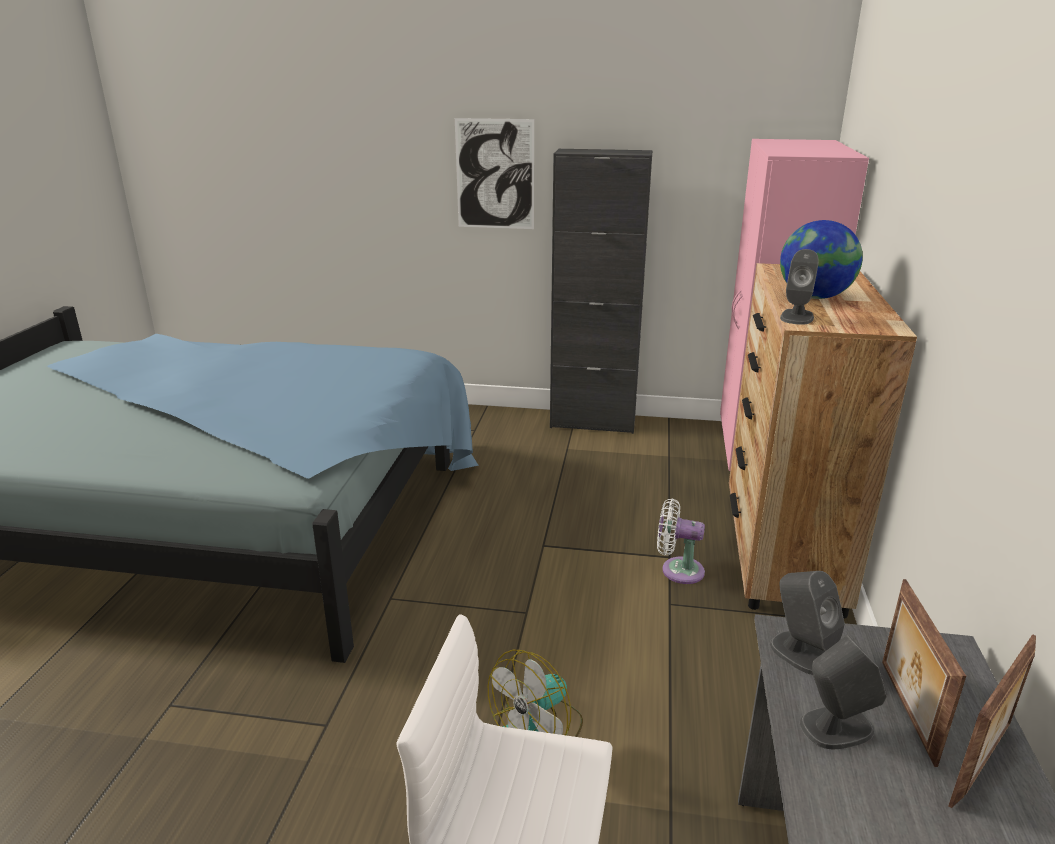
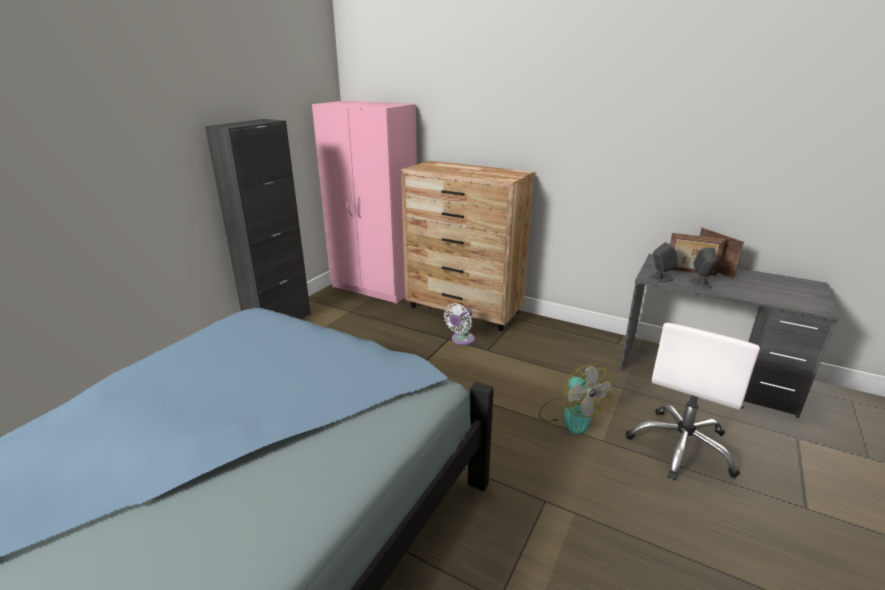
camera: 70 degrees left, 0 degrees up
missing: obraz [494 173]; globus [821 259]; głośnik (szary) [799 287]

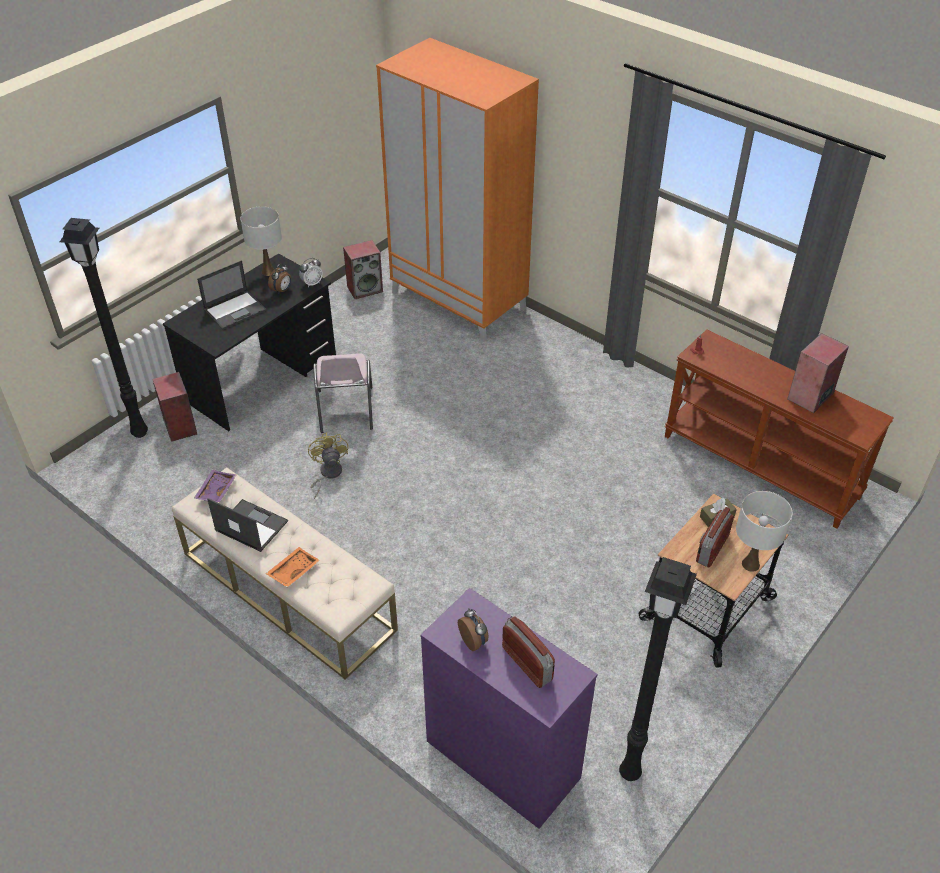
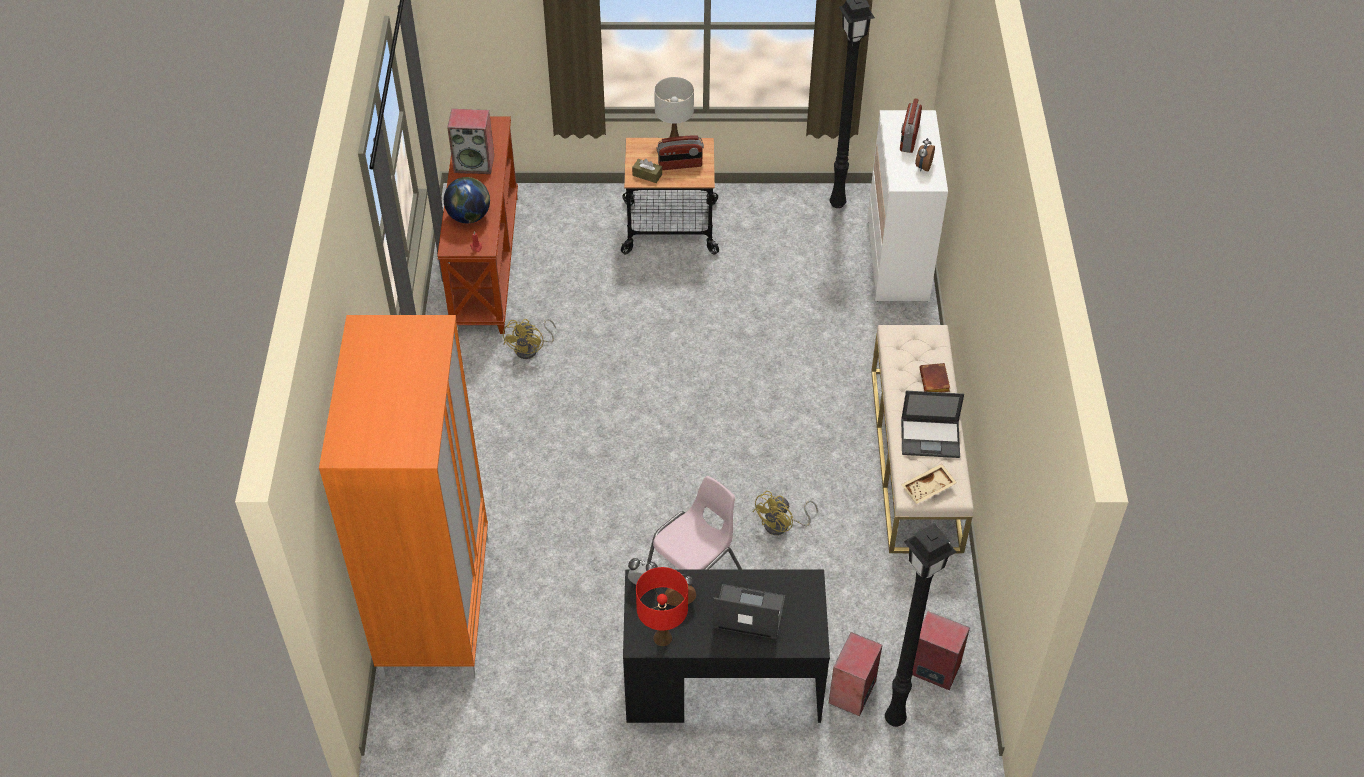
camera: 130 degrees left, 5 degrees up
appeared: globus [467 200]; wentylator (żółty) [529 339]
relocated: głośnik [363 269] to [941 650]
exchanged: taca (pomarańczowy) [293 567] to książka (brązowy) [934 377]
colour: lampa stołowa (biały) [261 241] to lampa stołowa (czerwony) [662 606]; taca (fioletowy) [215 486] to taca (beżowy) [929 484]; komoda (fioletowy) [509 708] to komoda (biały) [907 205]
spun: laptop [247 525] = [932 424] 75 degrees counterclockwise

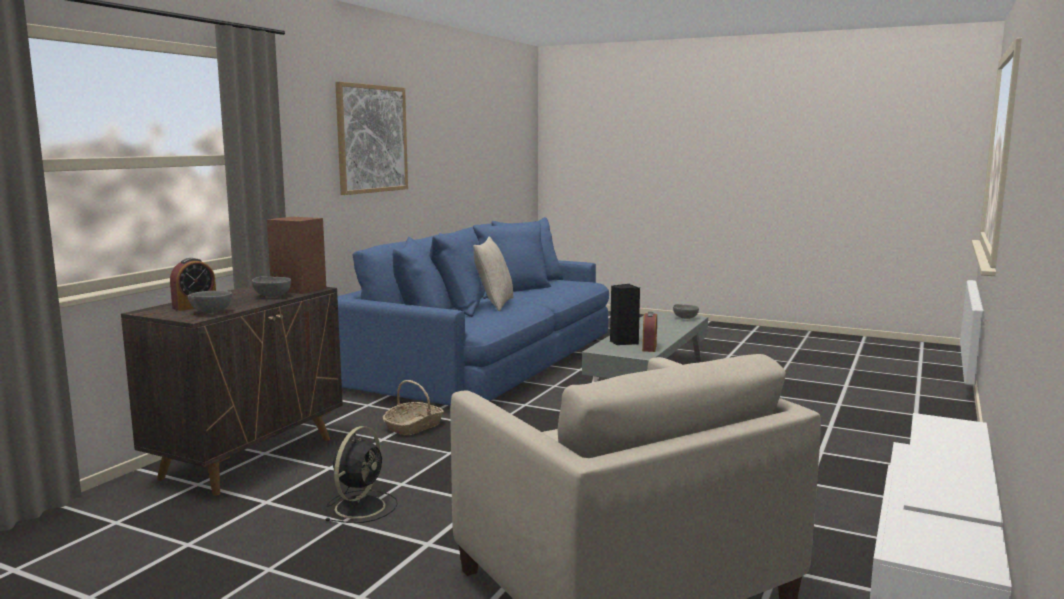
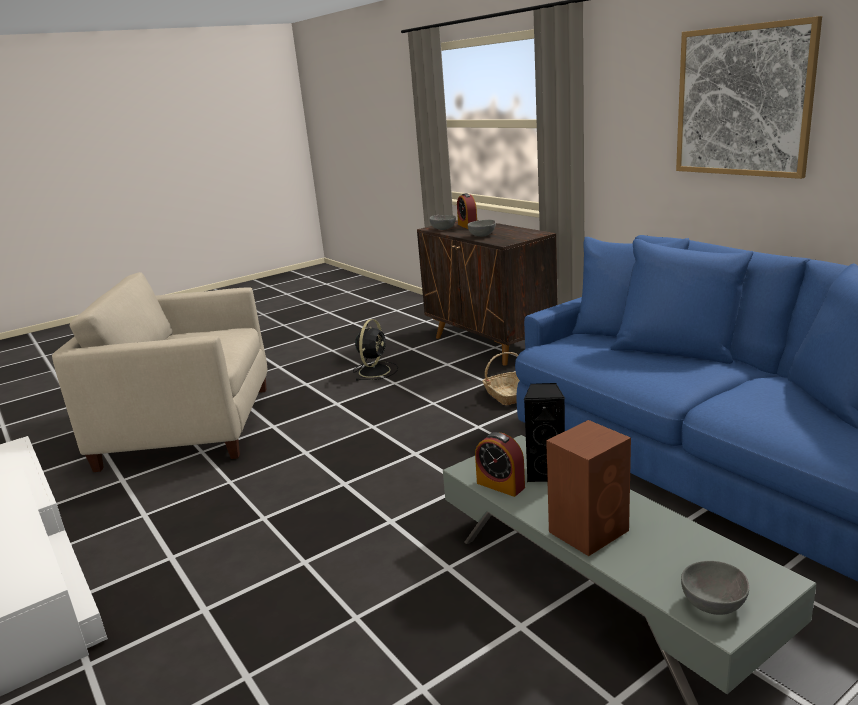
camera: 120 degrees right, 10 degrees up
missing: poduszka (beżowy) [493 273]
relocated: głośnik (brązowy) [296 255] to [588 488]
spun: wentylator (czarny) [361 474] = [375 349] 120 degrees counterclockwise

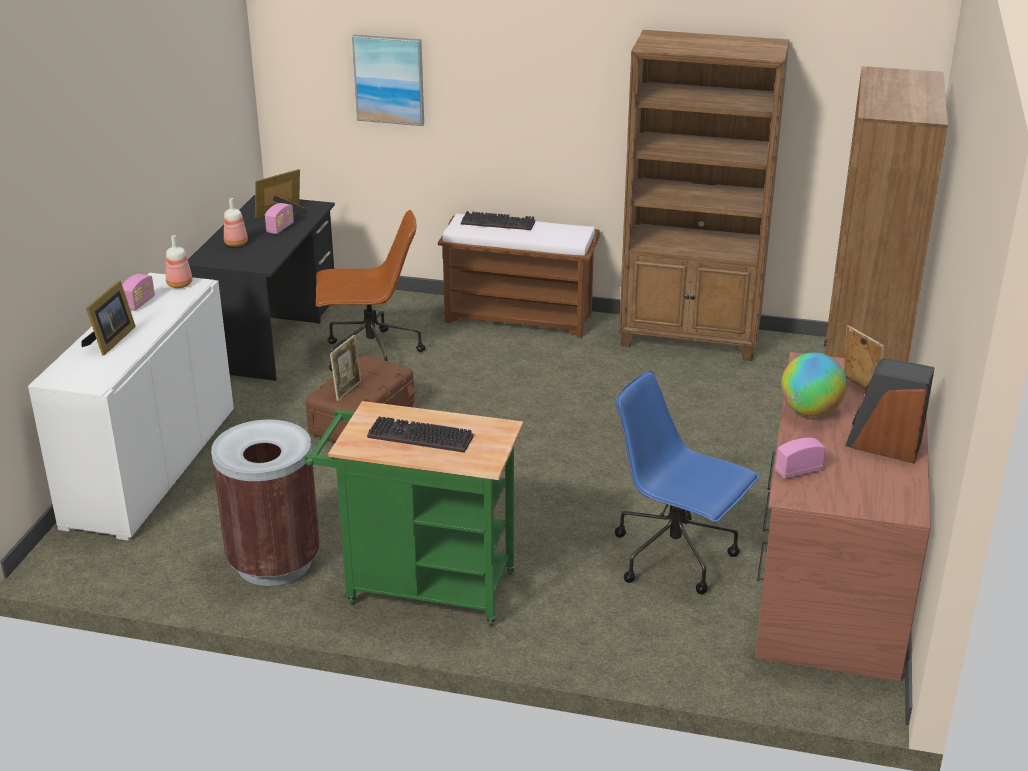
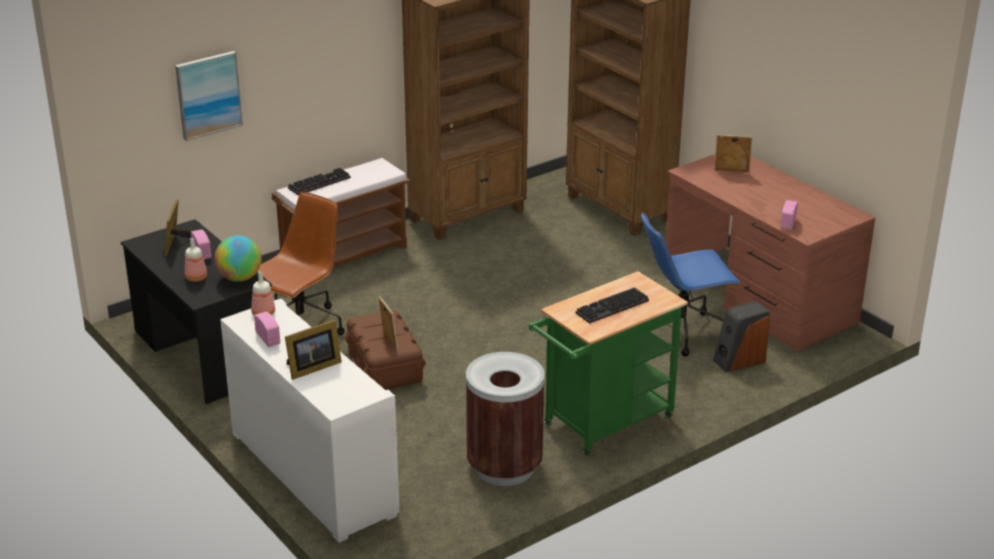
camera: 50 degrees left, 0 degrees up
relocated: globus [814 385] to [238 258]; głośnik [890 410] to [741 336]
spun: ramka na zdjęcie [109 318] = [313 350] 90 degrees clockwise

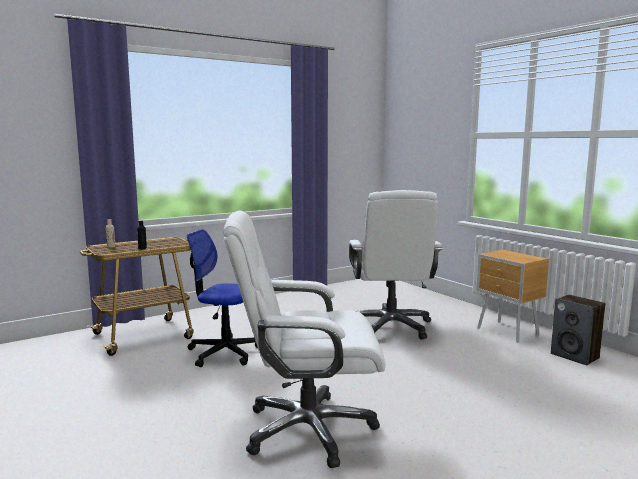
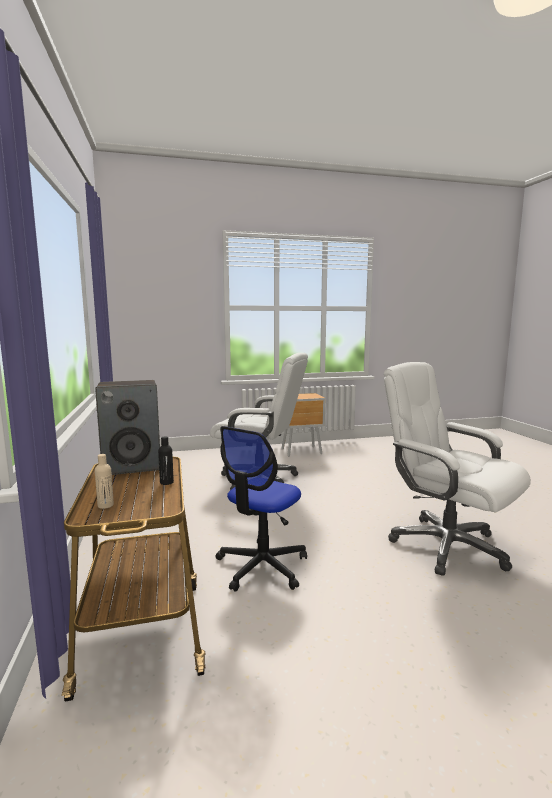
camera: 70 degrees left, 0 degrees up
relocated: głośnik [578 330] to [127 427]
spun: krzesło biurowe (biały) [304 339] = [457 469] 120 degrees clockwise

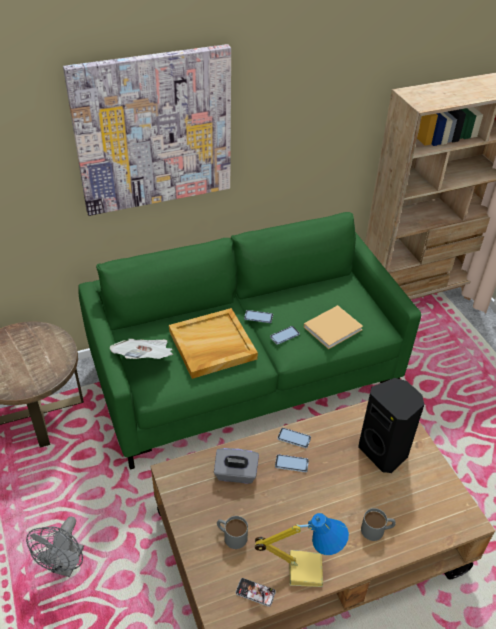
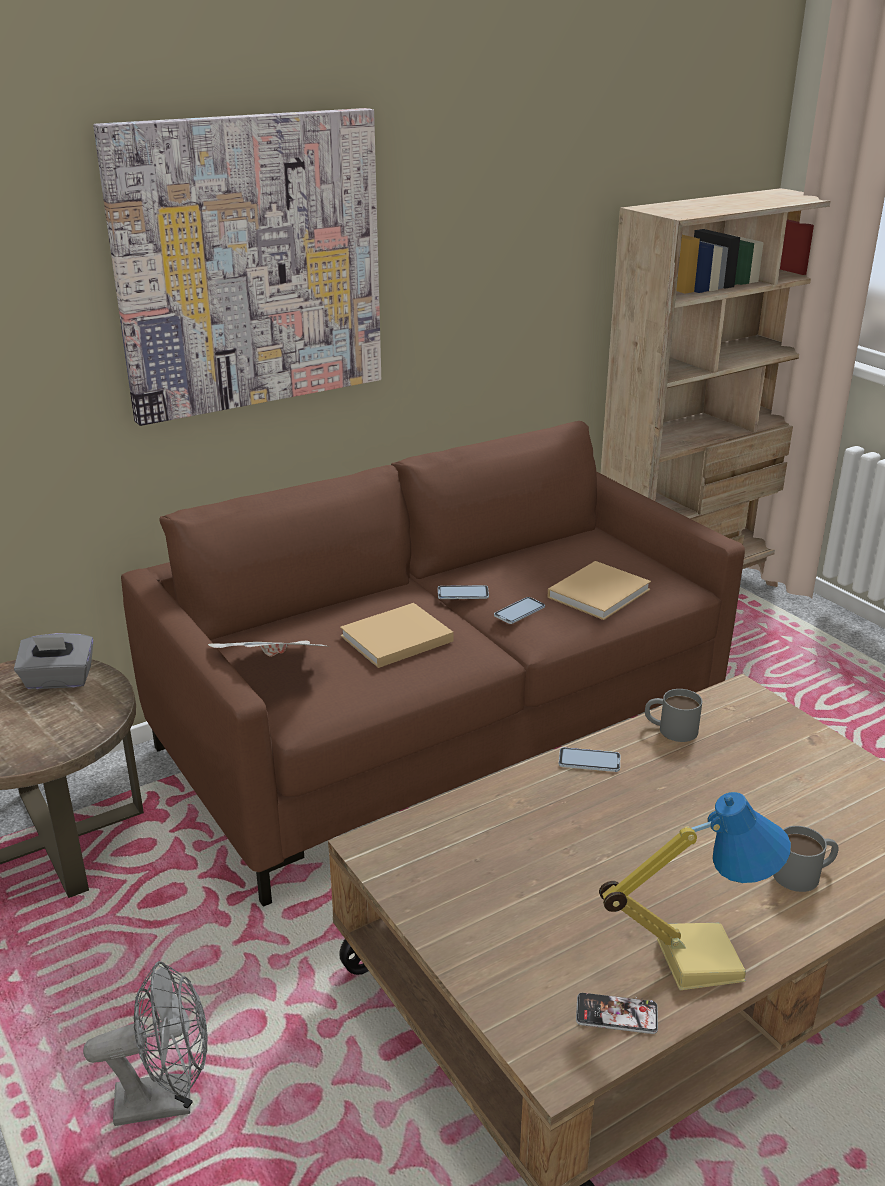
camera: 10 degrees left, 15 degrees down
missing: głośnik (czarny) [391 425]; telefon [292 463]
relocated: pudełko chusteczek (szary) [236 466] to [53 661]; kubek (szary) [232 532] to [673 715]
exchanged: taca (beżowy) [213 343] to książka (beżowy) [397 635]
colour: kanapa (zielony) [250 341] to kanapa (brązowy) [433 664]
spun: wentylator (szary) [55 547] = [145 1043] 105 degrees counterclockwise

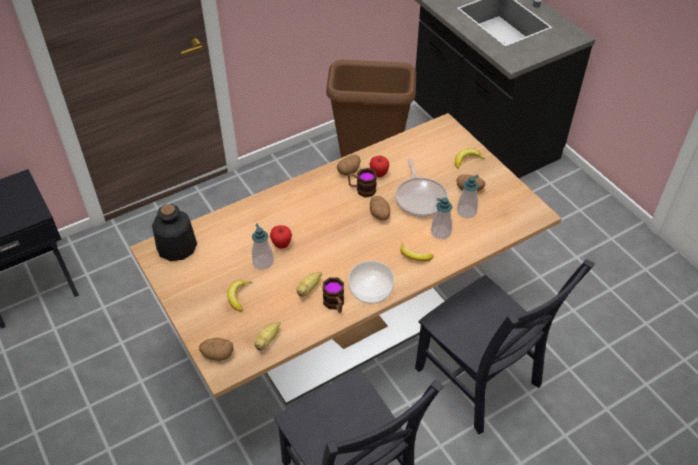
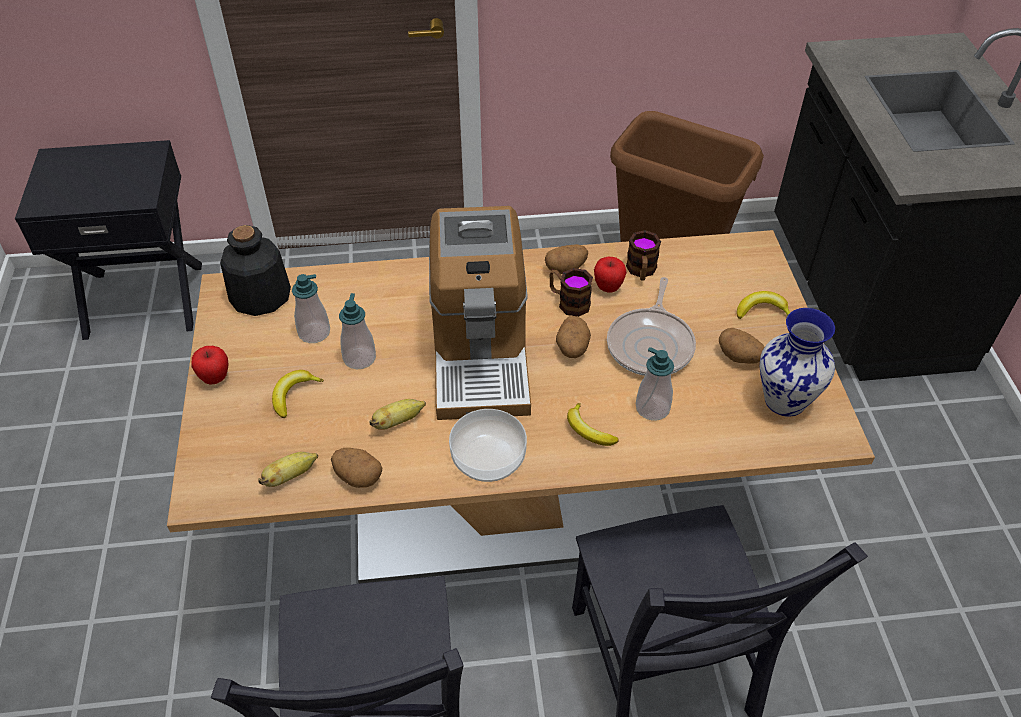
camera: 25 degrees right, 0 degrees up
appeared: ekspres do kawy [480 313]; wazon [797 362]
relocated: dozownik mydła [468 196] to [311 308]; jabłko [281 237] to [210 365]; kubek [333 295] to [643 255]; ziemniak [216 349] to [356 468]

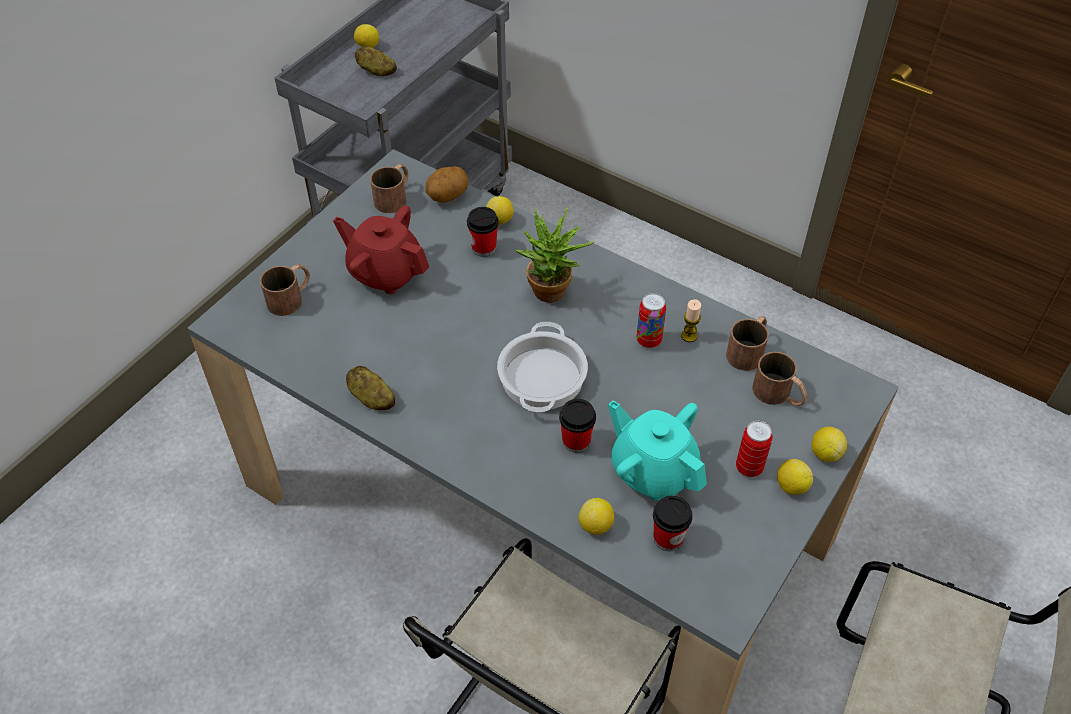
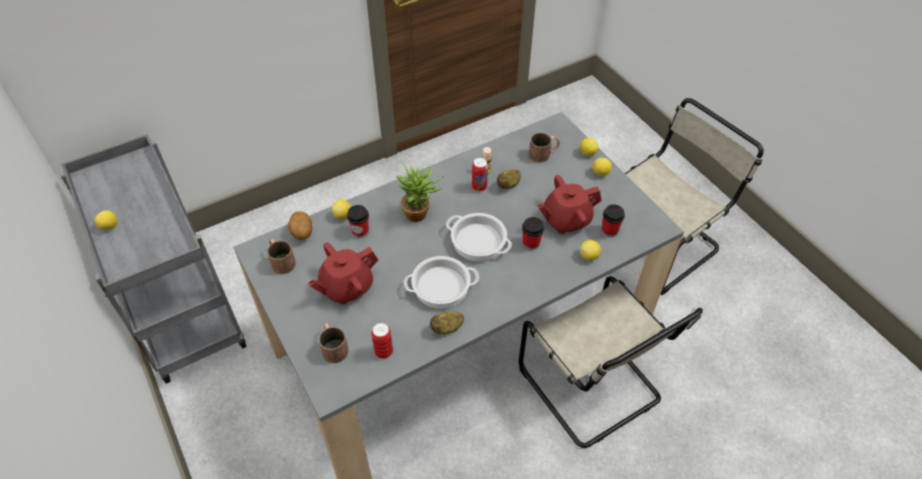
camera: 65 degrees left, 0 degrees up
missing: kubek (brązowy) [747 343]
appeared: garnek [441 282]
relocated: ziemniak [376 61] to [509 179]; puszka [754 449] to [382 341]
colour: imbryk (turkusowy) [657 450] to imbryk (czerwony) [569 204]

